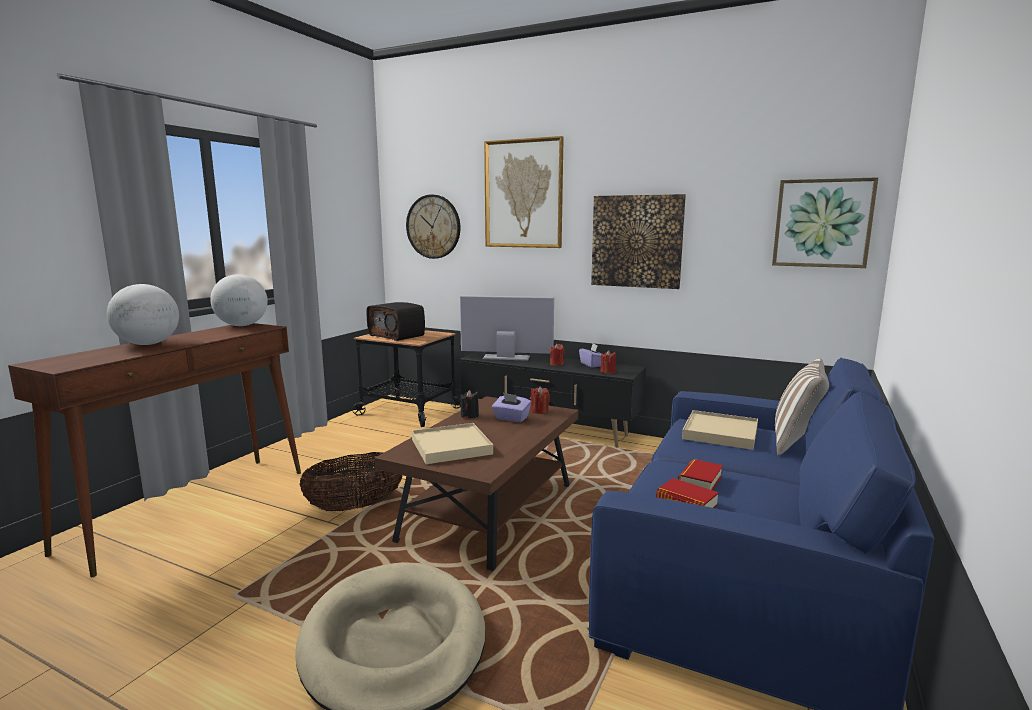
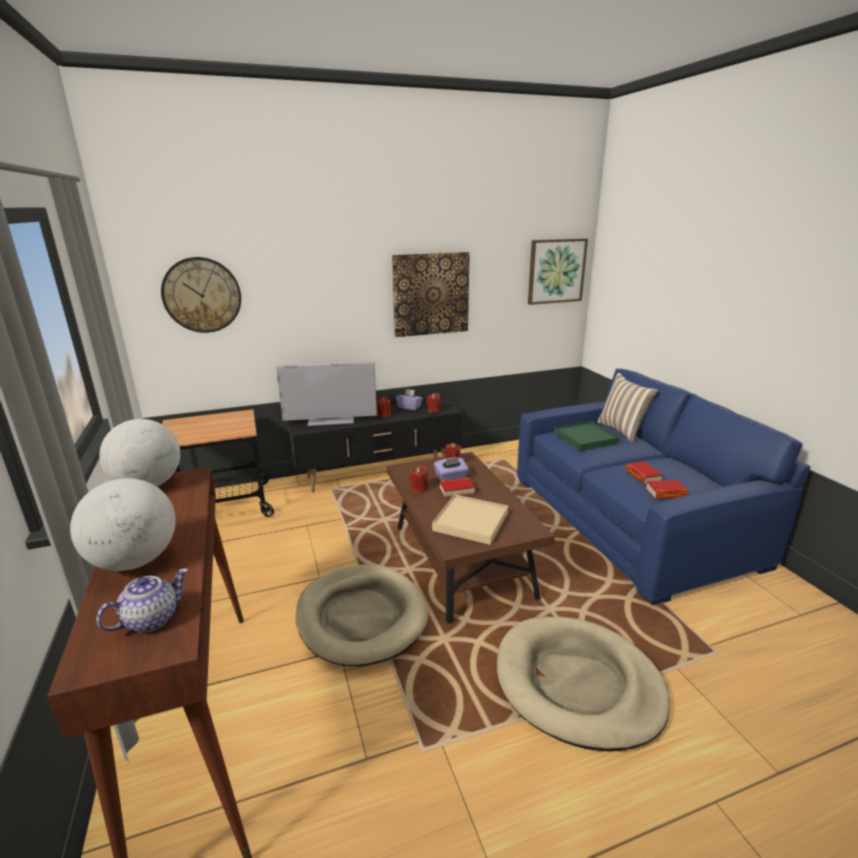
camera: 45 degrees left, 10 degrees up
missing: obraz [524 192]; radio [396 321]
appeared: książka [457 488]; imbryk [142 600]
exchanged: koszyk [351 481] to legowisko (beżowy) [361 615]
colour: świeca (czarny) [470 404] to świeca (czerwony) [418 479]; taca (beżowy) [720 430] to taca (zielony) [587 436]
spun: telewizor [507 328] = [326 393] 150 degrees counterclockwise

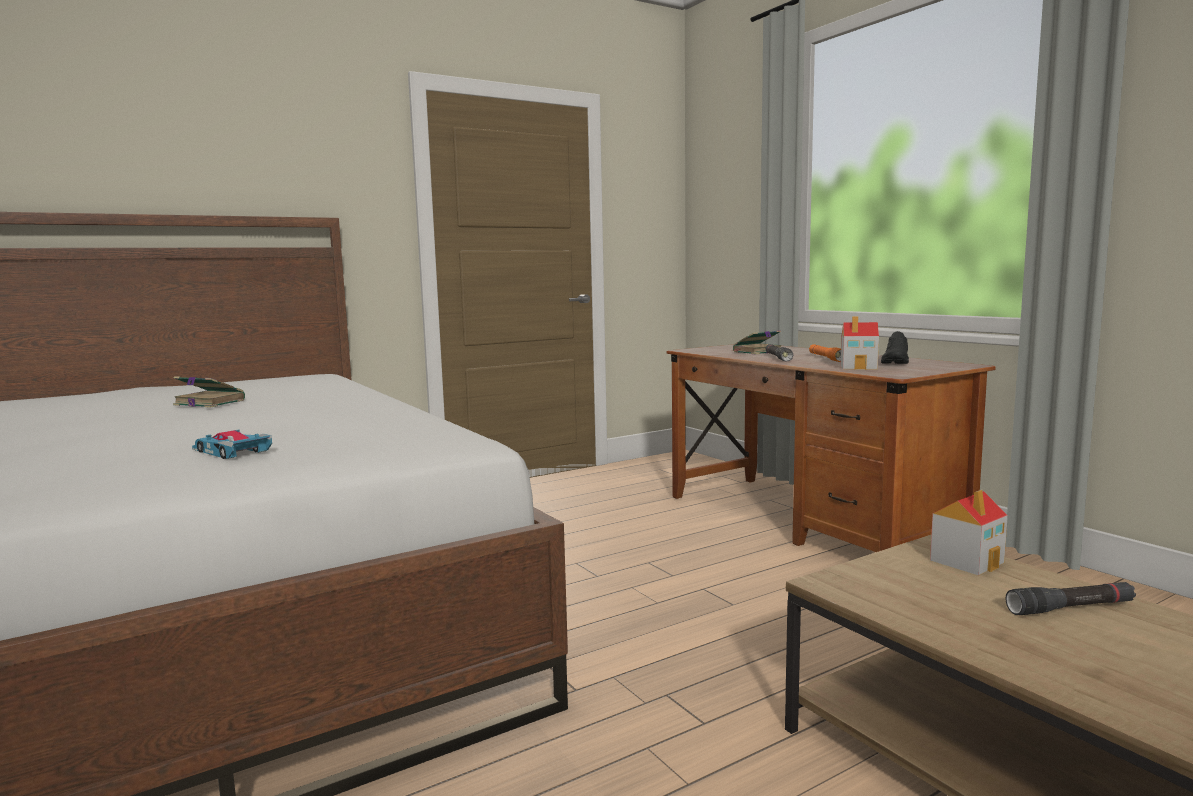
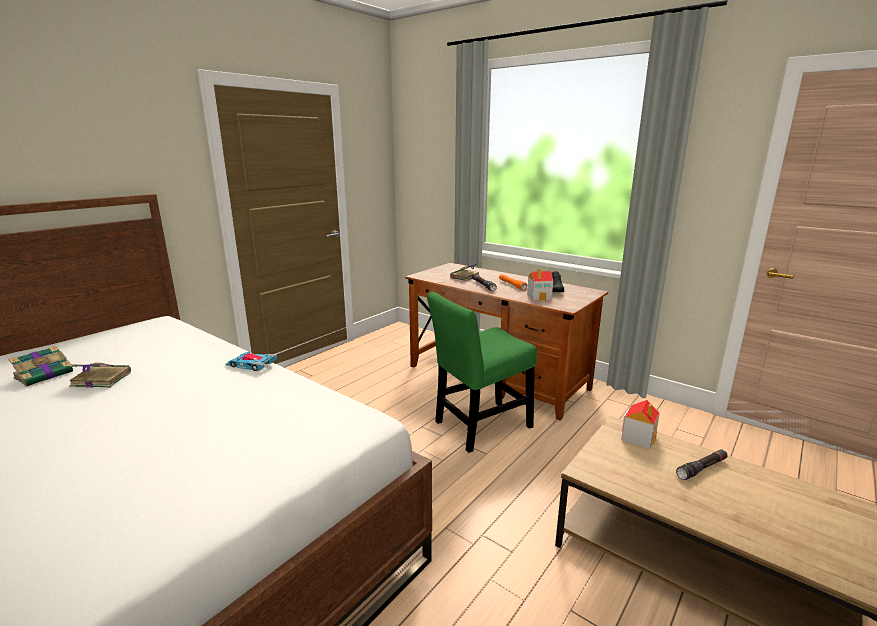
camera: 20 degrees left, 10 degrees up
appeared: krzesło (zielony) [482 372]; książka [43 366]
relocated: samochodzik [232 444] to [251 361]

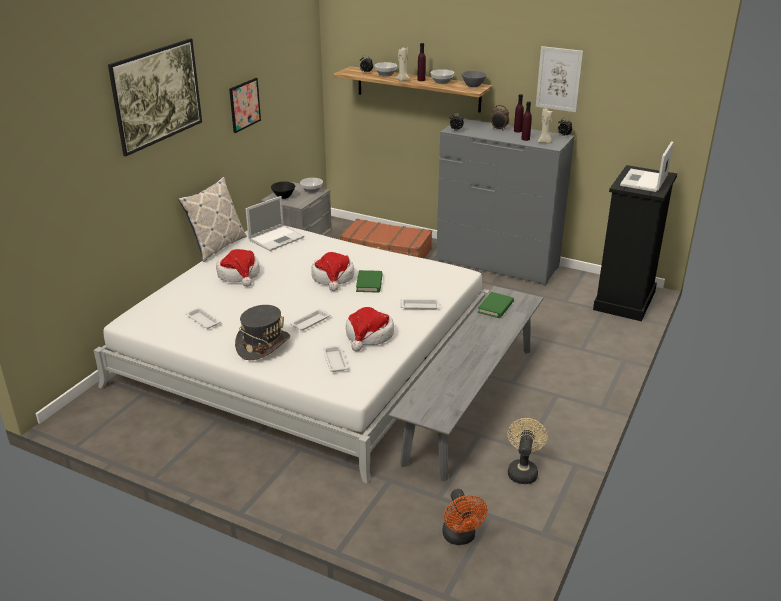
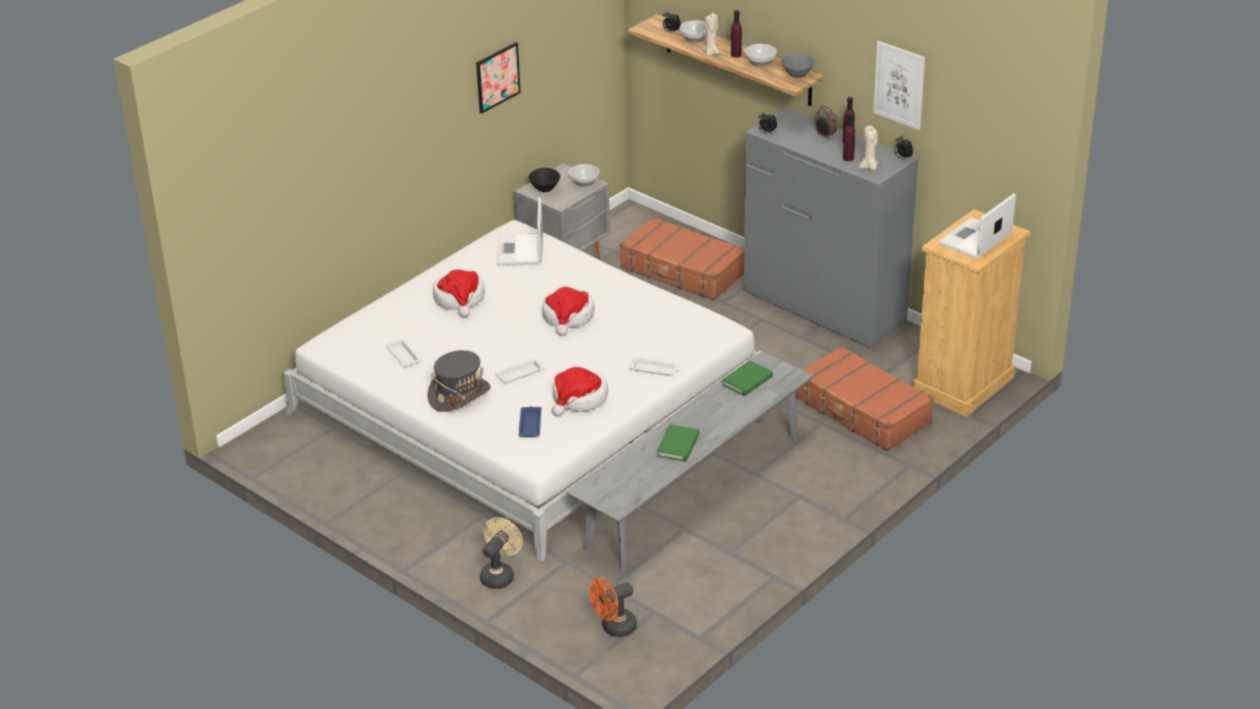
camera: 15 degrees right, 5 degrees up
missing: obraz [155 97]; poduszka [212 219]
appeared: walizka (brązowy) [865 398]
relocated: książka (zielony) [369 281] to [678 443]; wentylator (beżowy) [527 451] to [501 553]
colour: komoda (czarny) [635 243] to komoda (beżowy) [971 313]; taca (biały) [336 358] to taca (niebieski) [530 421]
spun: laptop [275 223] = [520 231] 120 degrees clockwise; wentylator (pomarańczowy) [465 517] = [613 607] 60 degrees clockwise

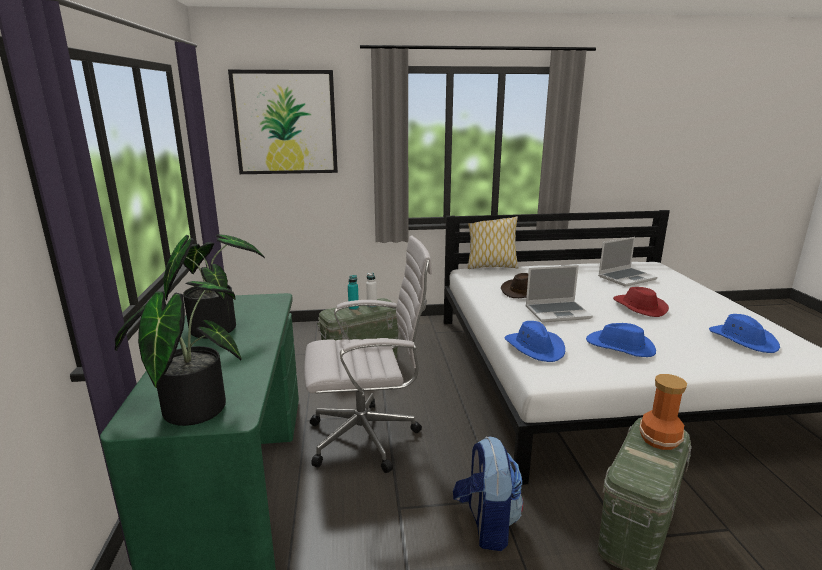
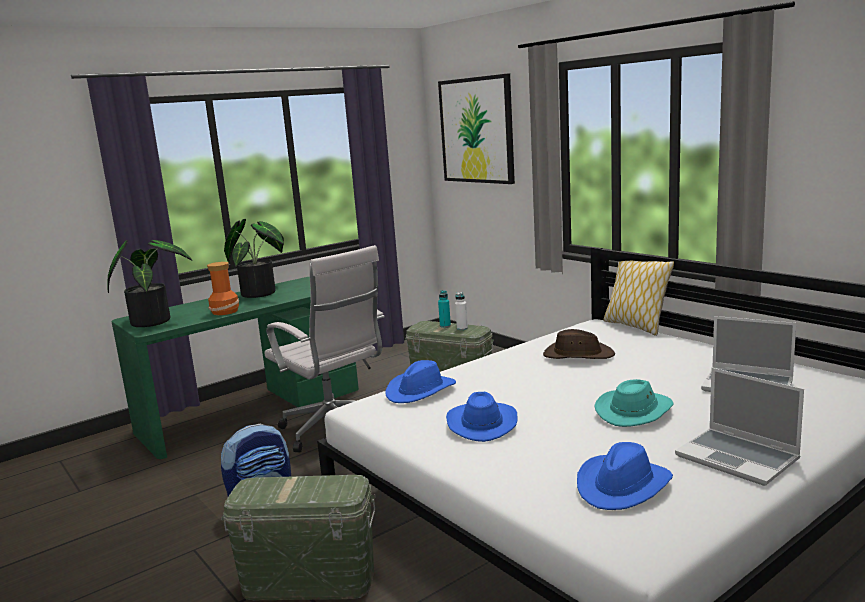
camera: 60 degrees right, 5 degrees down
relocated: laptop [559 294] to [739 427]; wazon [663 412] to [223 288]
colour: kapelusz (czerwony) [641 302] to kapelusz (turkusowy) [634 403]

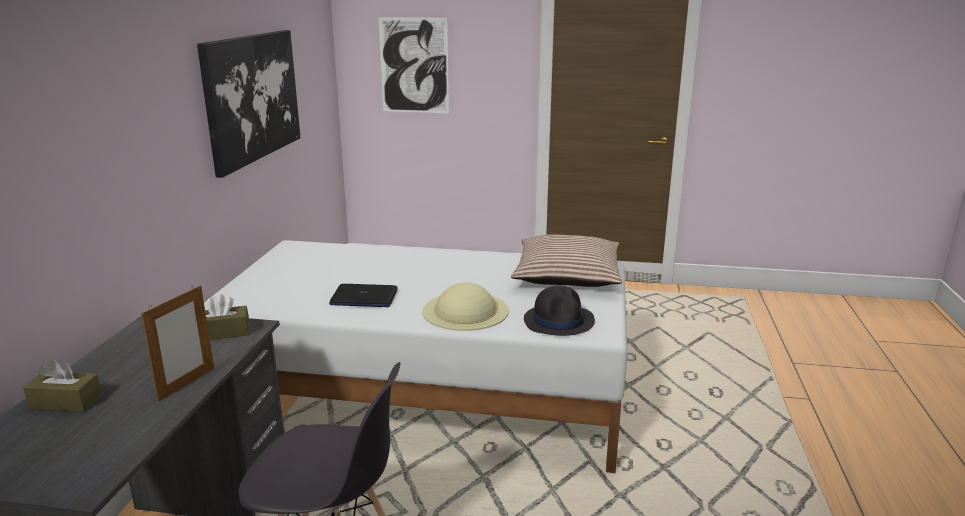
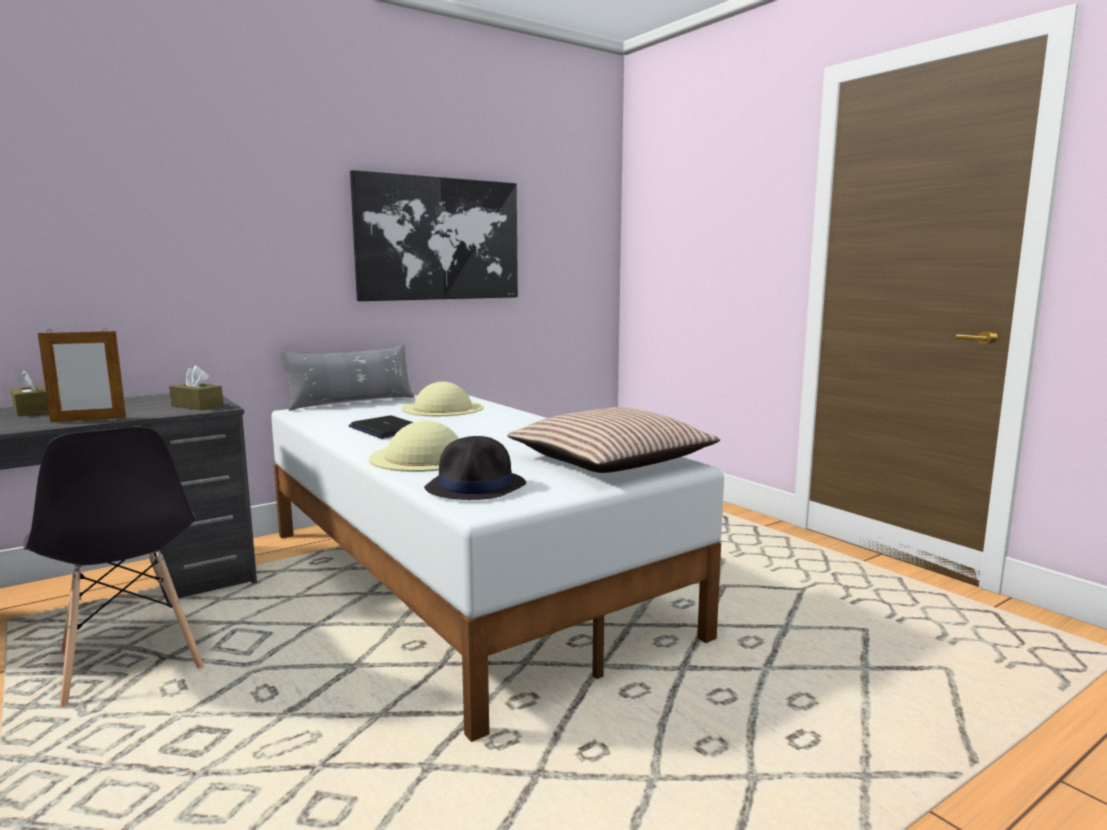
camera: 45 degrees right, 10 degrees down
missing: obraz [414 65]
appeared: poduszka (szary) [347 377]; kapelusz (beżowy) [443 399]

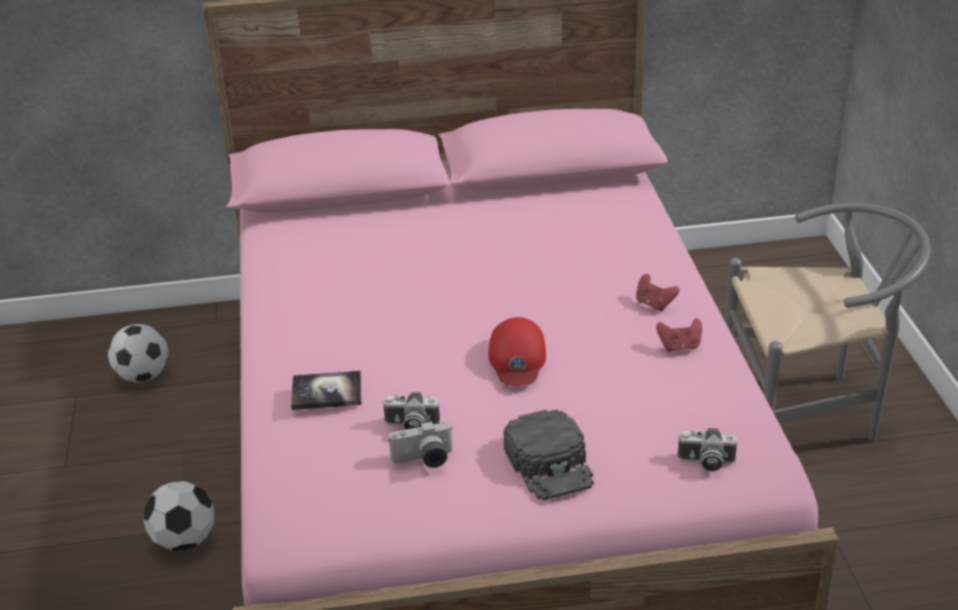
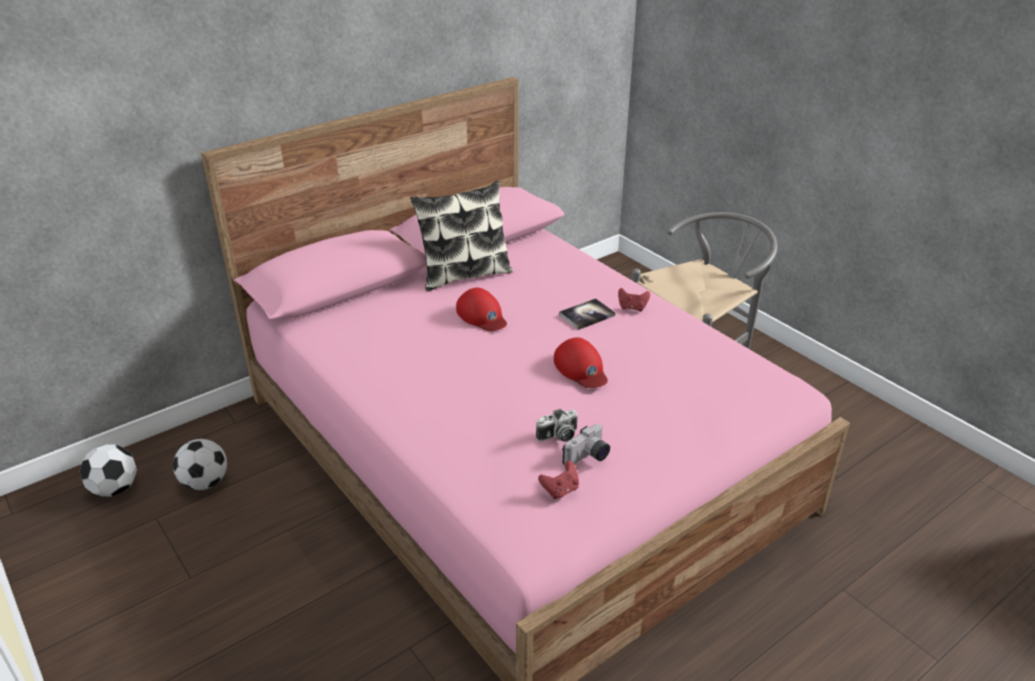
camera: 30 degrees left, 0 degrees up
missing: czapka z daszkiem (czarny) [549 455]; aparat fotograficzny [707 449]
appeared: poduszka [461 235]; czapka z daszkiem (czerwony) [481 309]
relocated: pad do gier (czerwony) [679 335] to [558 480]; książka [326 390] to [587 314]; piłka futbolowa [178 516] to [108 471]

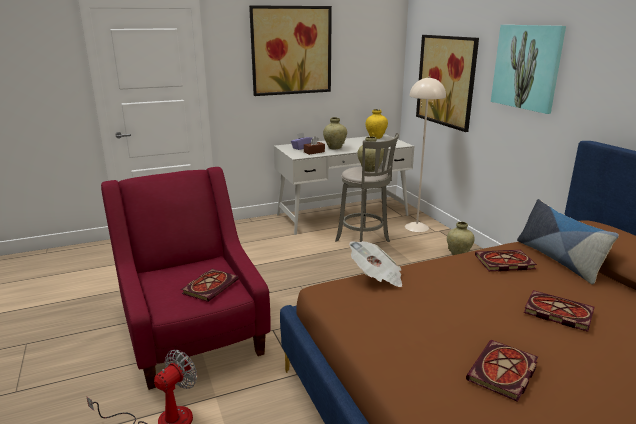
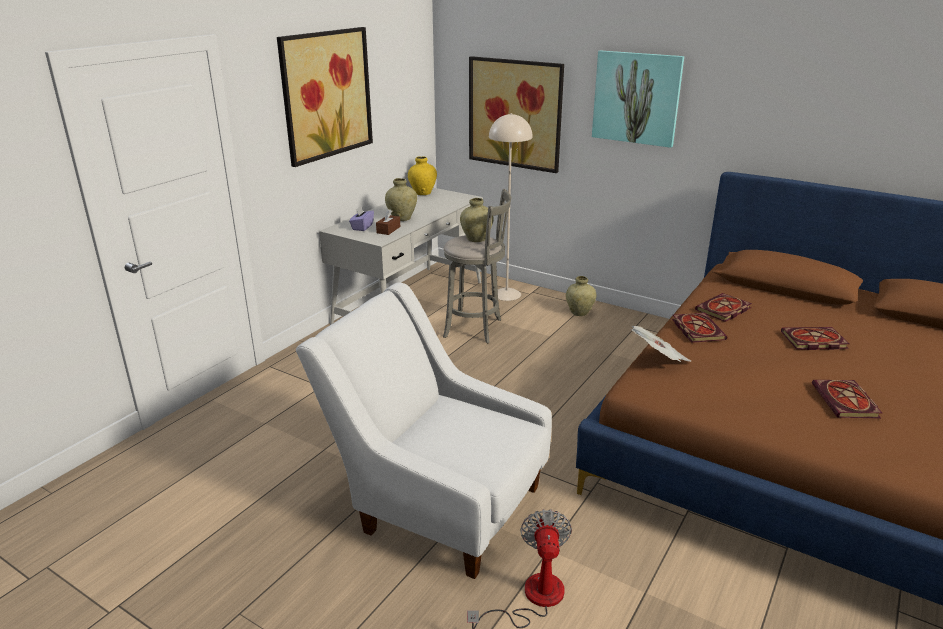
camera: 35 degrees left, 5 degrees up
missing: poduszka [568 242]
relocated: książka [210 285] to [699 328]
colour: fotel (czerwony) [186 278] to fotel (biały) [424 430]

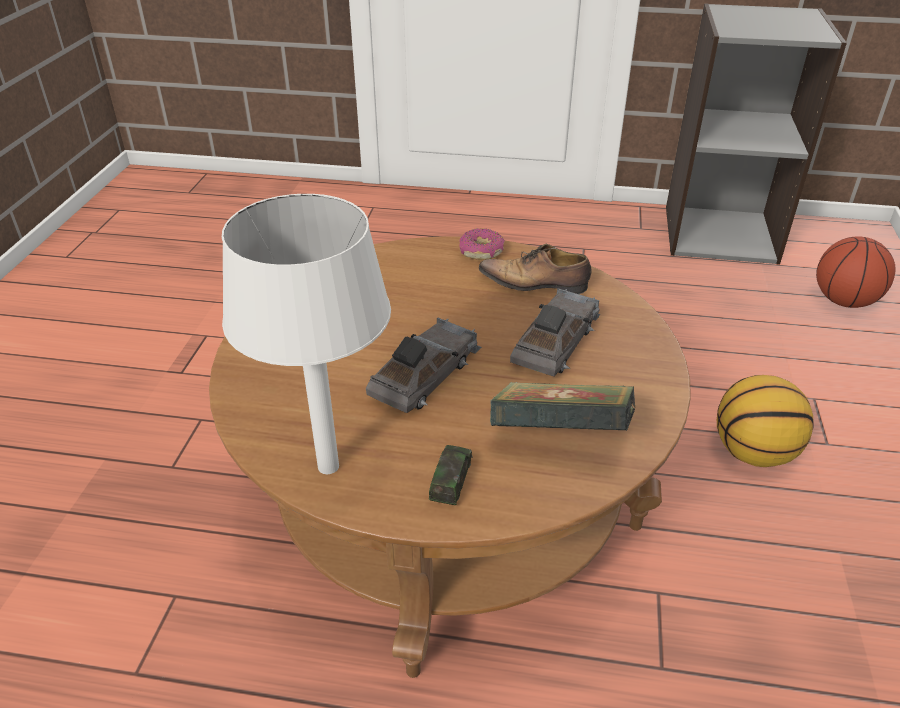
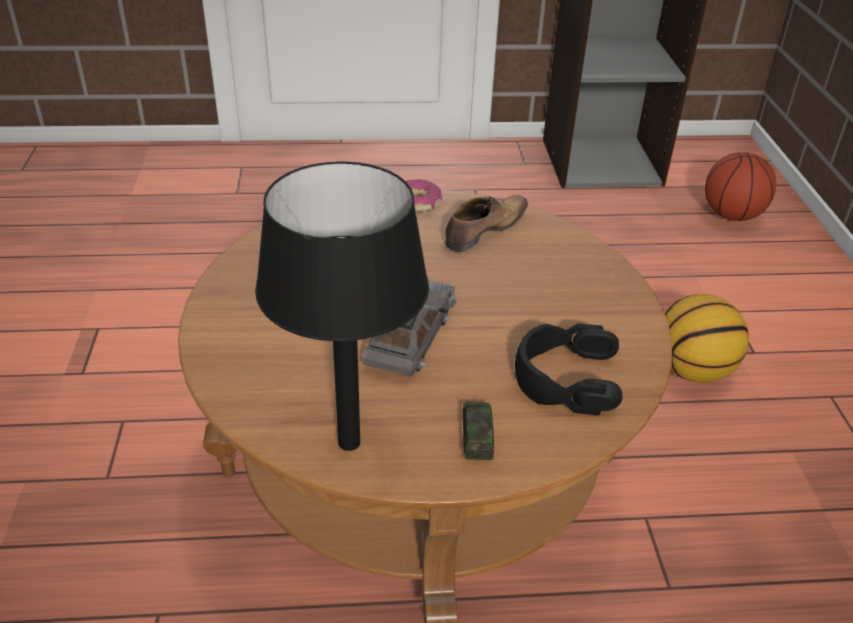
camera: 15 degrees left, 0 degrees up
missing: samochodzik (szary) [555 332]
exchanged: książka [562 406] to słuchawki (czarny) [568 369]
colour: lampa stołowa (biały) [306 334] to lampa stołowa (czarny) [342 306]
spun: but [535 269] = [486 223] 135 degrees clockwise

